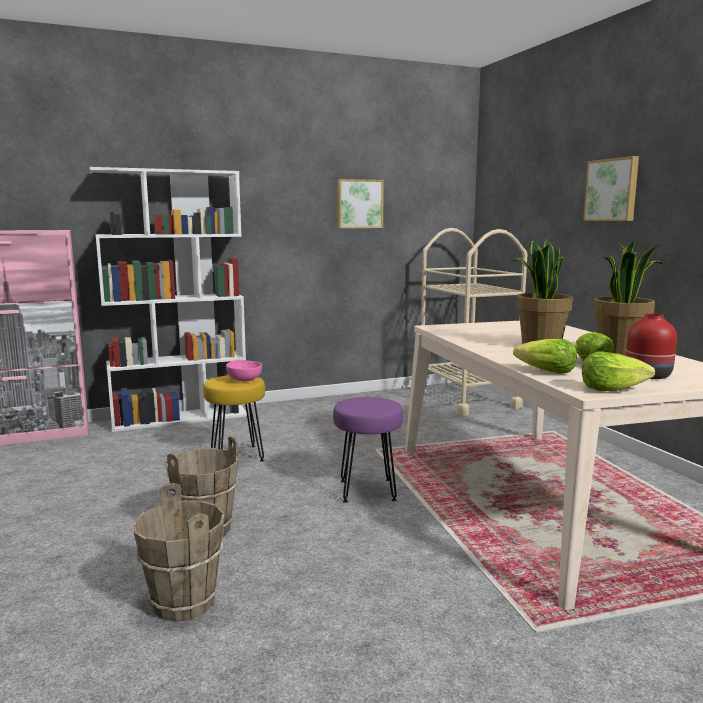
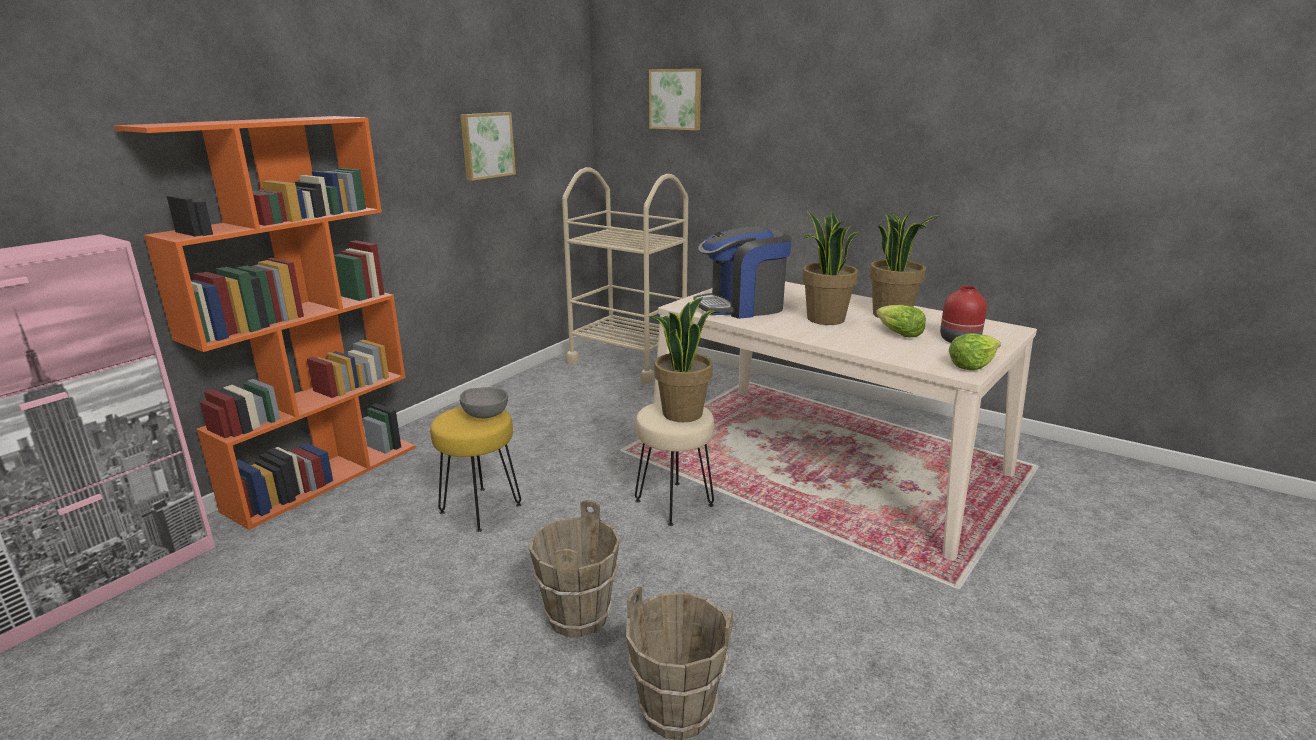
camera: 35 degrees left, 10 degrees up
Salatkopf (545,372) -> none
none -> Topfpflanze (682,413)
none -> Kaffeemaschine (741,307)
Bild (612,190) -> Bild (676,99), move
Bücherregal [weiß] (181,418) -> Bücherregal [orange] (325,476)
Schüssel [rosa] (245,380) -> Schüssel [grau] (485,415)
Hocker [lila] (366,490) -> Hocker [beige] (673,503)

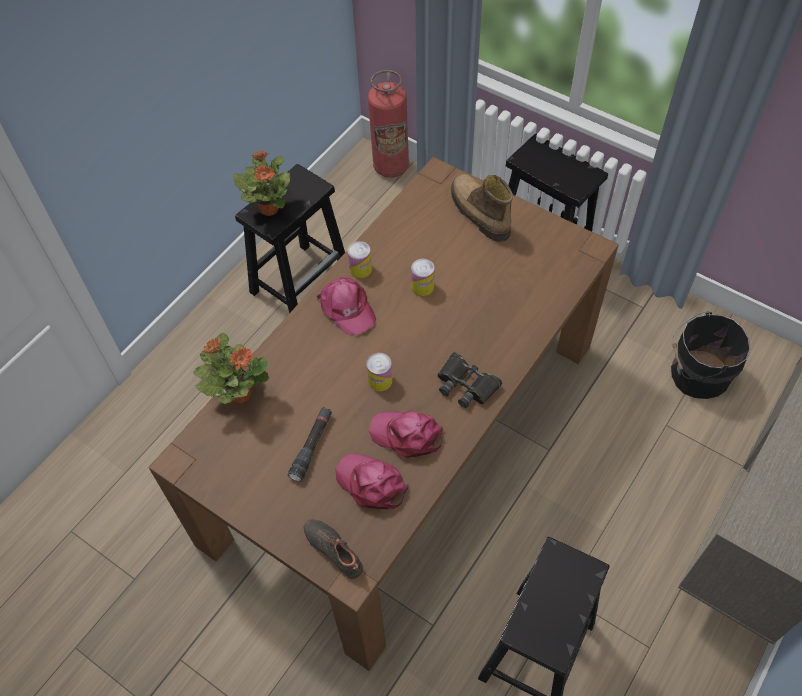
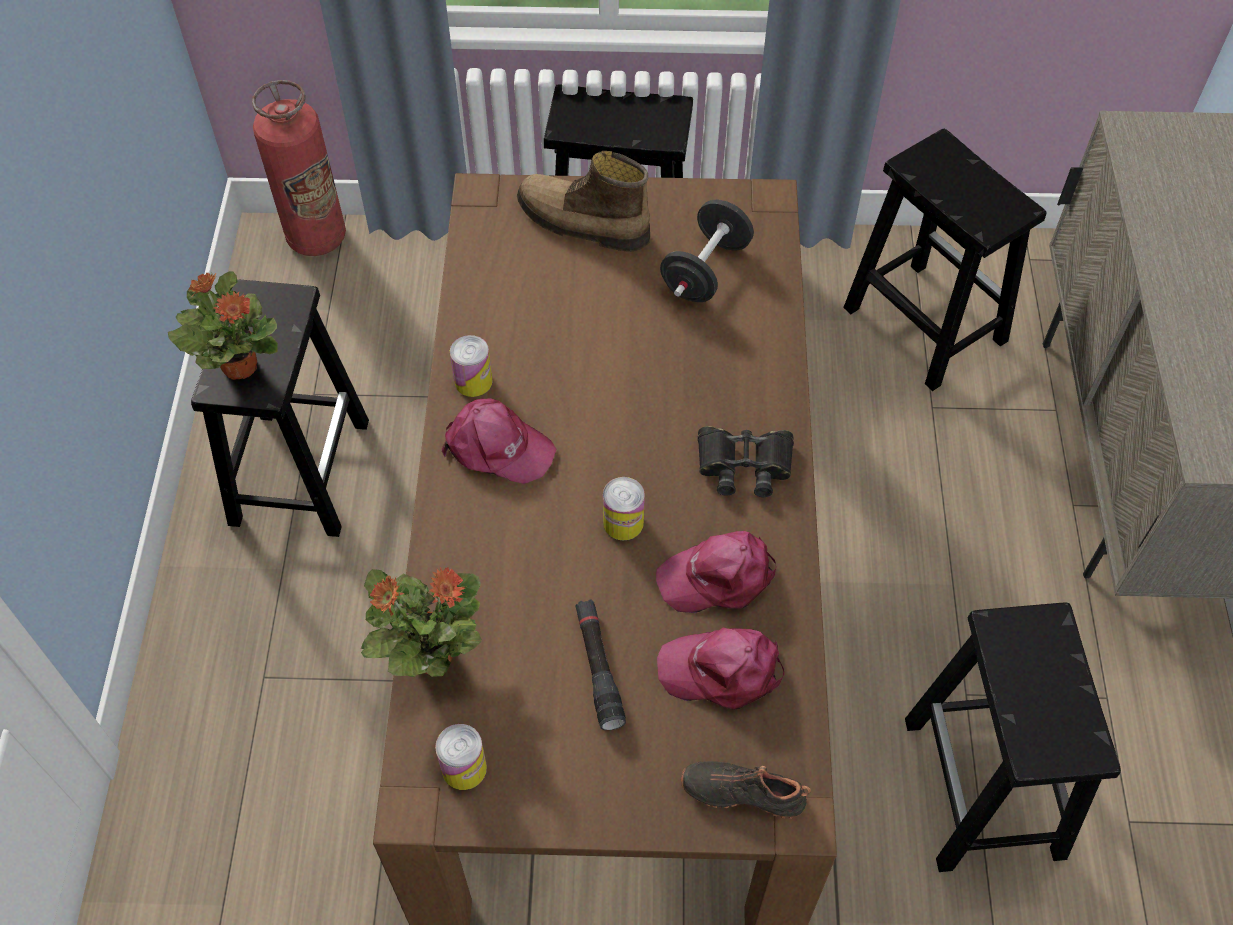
camera: 35 degrees left, 0 degrees up
none -> Hantel [schwarz] (705,271)
Dose (422,286) -> Dose (464,768), move
Eimer [schwarz] (696,374) -> Hocker [schwarz] (922,323)

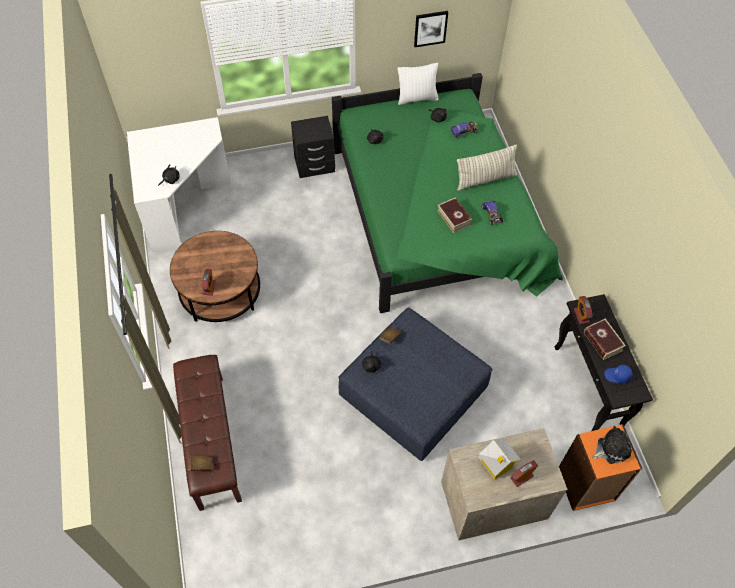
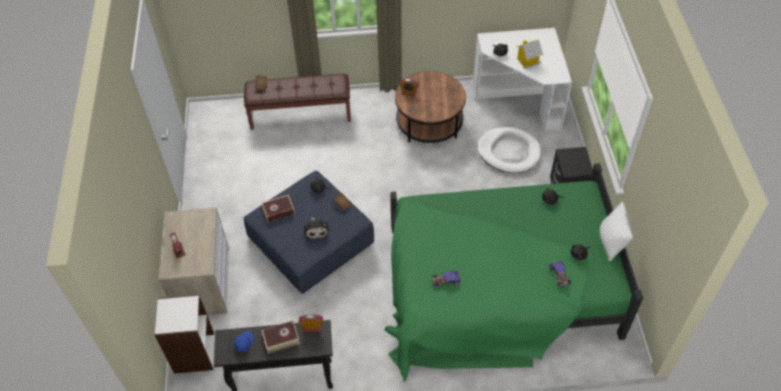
camera: 100 degrees right, 5 degrees down
Bild (430,28) -> none
Kissen (485,179) -> none
none -> Hundebett [weiß] (509,152)
Buch (454,218) -> Buch (278,211), move
Spielzeughaus (495,464) -> Spielzeughaus (528,61), move
Plüschtier (611,448) -> Plüschtier (316,230), move
Bücherregal [orange] (586,485) -> Bücherregal [weiß] (194,353)

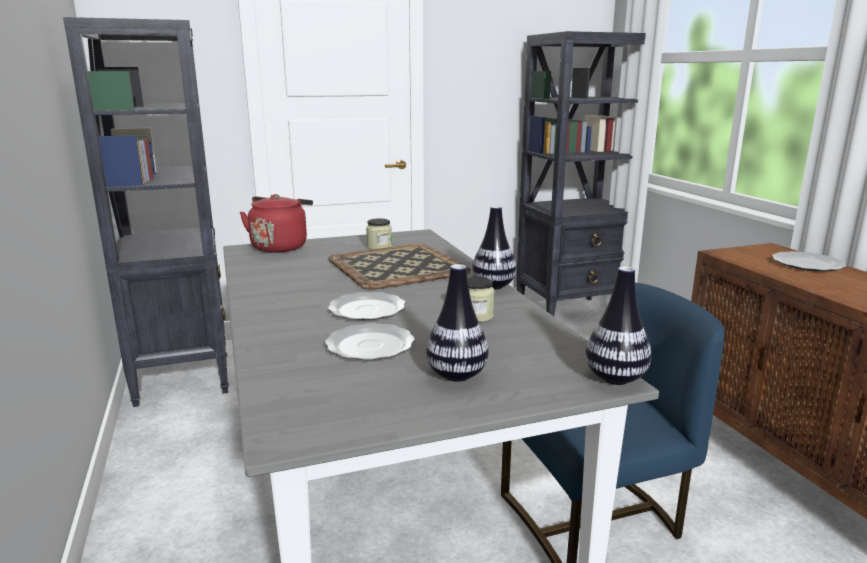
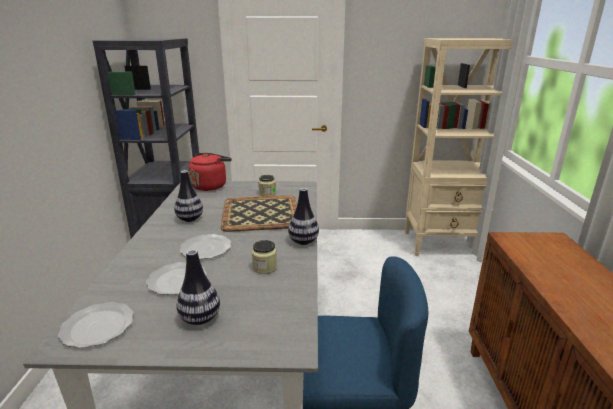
camera: 20 degrees right, 5 degrees up
Vase (615,378) -> Vase (190,219), move
Teller (806,264) -> Teller (97,327), move
Bücherregal [schwarz] (571,313) -> Bücherregal [beige] (442,244)

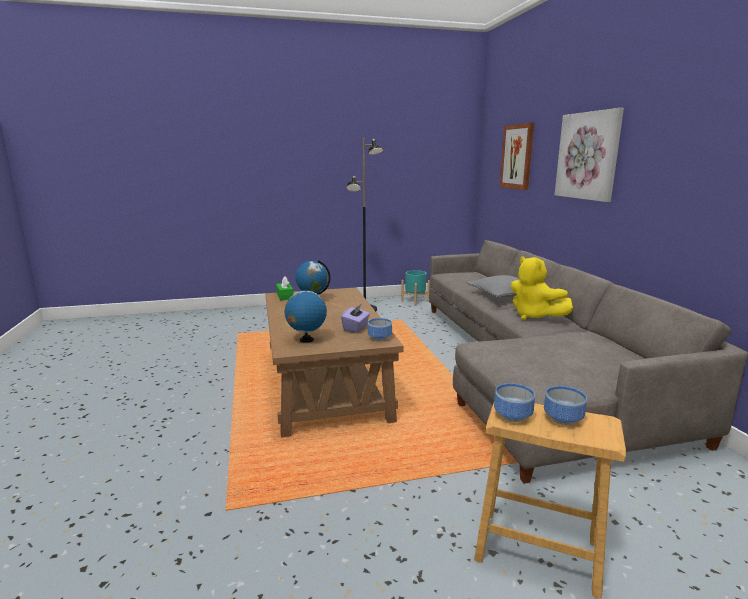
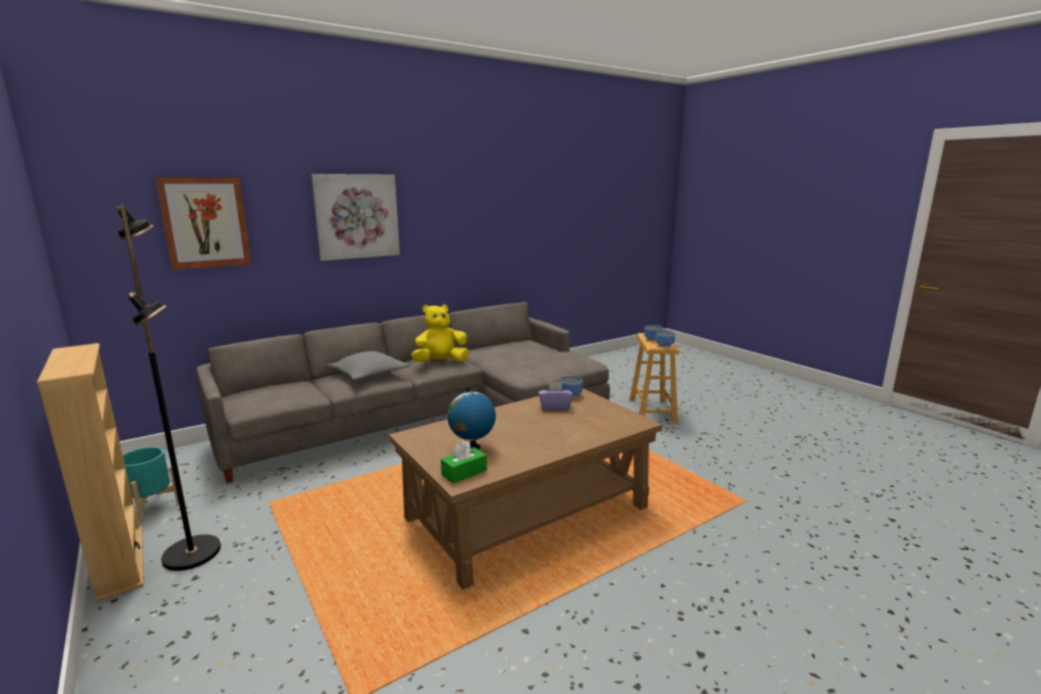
camera: 110 degrees left, 0 degrees up
Globus (306,340) -> none
none -> Bücherregal [beige] (120,562)
Plüschtier [gelb] (534,316) -> Plüschtier [gelb] (440,362), 150 degrees counterclockwise

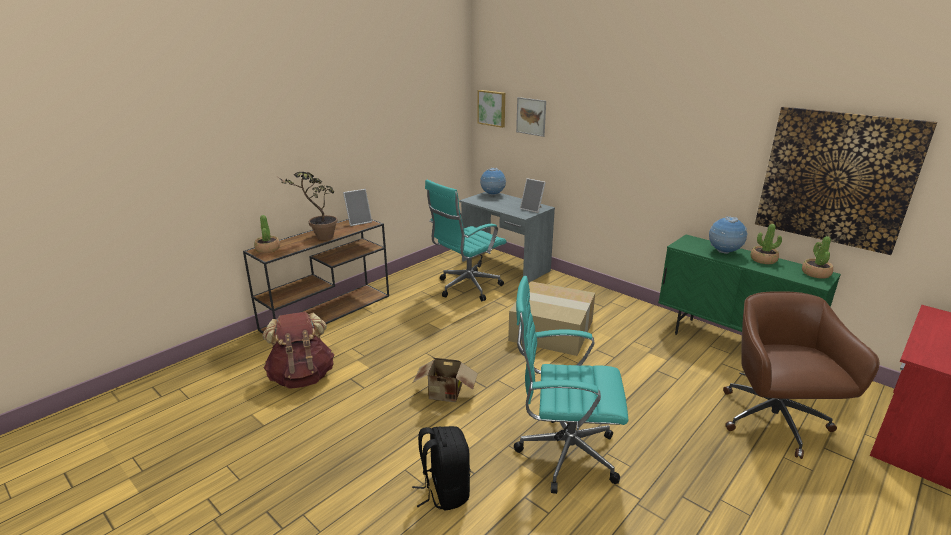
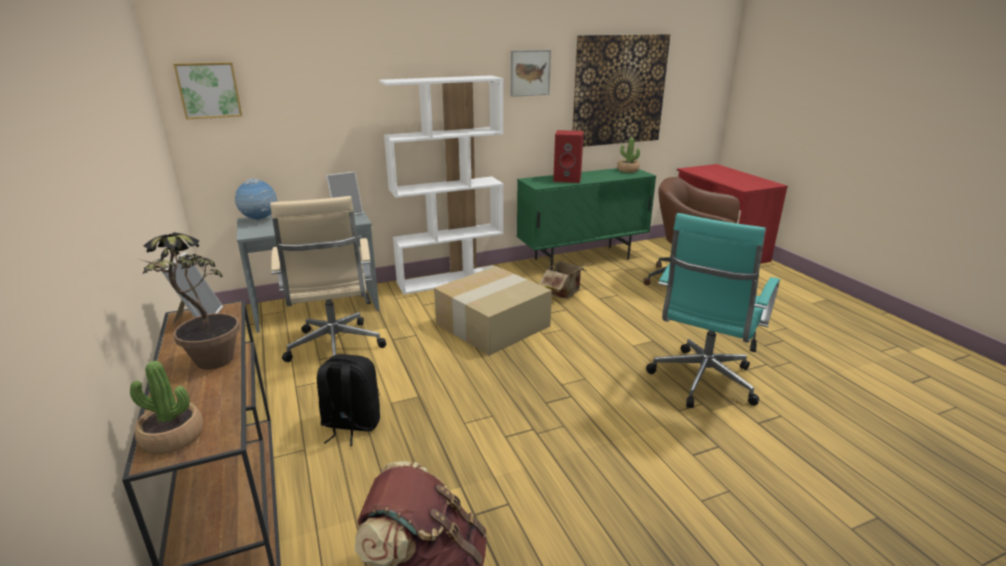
camera: 65 degrees left, 0 degrees up
Topfpflanze (763,260) -> none
none -> Bücherregal [weiß] (450,279)
Rucksack [schwarz] (444,491) -> Rucksack [schwarz] (350,425), move
Karton (445,395) -> Karton (565,292), move
Bild (531,116) -> Bild (530,73), move
Globus (724,252) -> Lautsprecher [rot] (568,179)
Bürostuhl [türkis] (466,288) -> Bürostuhl [beige] (335,349)

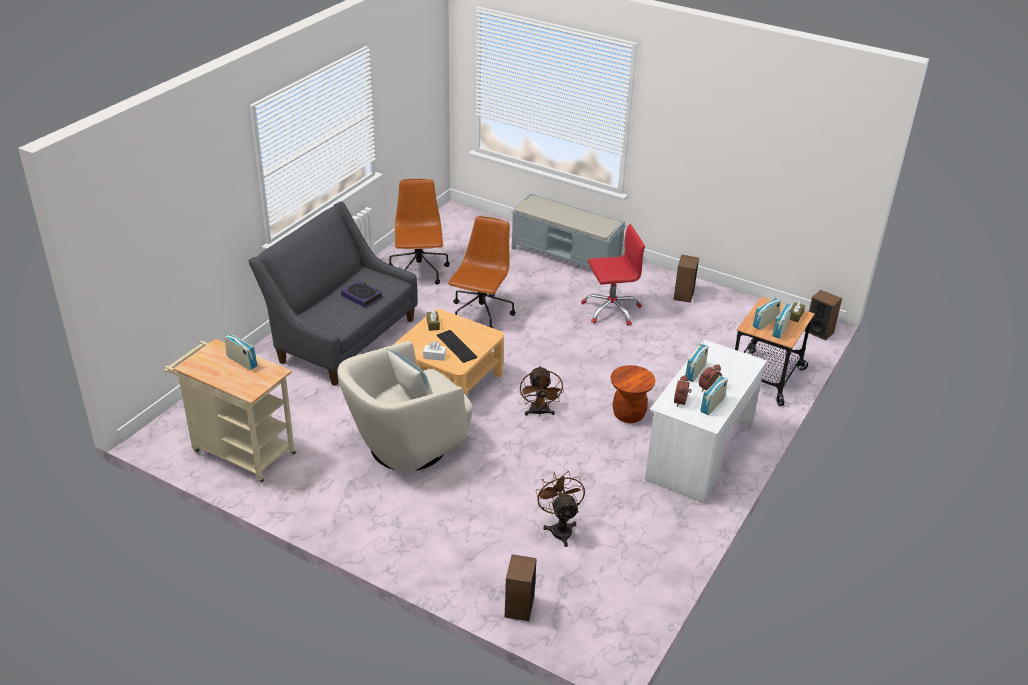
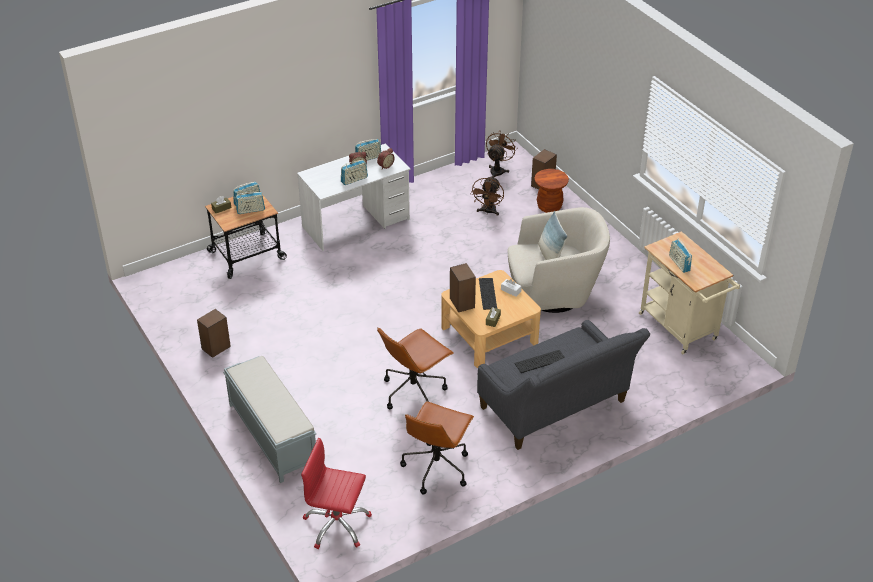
camera: 150 degrees left, 5 degrees up
Ventilator [braun] (539,413) -> Ventilator [braun] (498,170), move
Bürostuhl [rot] (611,310) -> Bürostuhl [rot] (337,525), move
Hocker [braun] (628,414) -> Hocker [braun] (549,206), move
Lautsprecher (819,331) -> Lautsprecher (462,303), move
Buch (361,296) -> Tastatur (540,362)

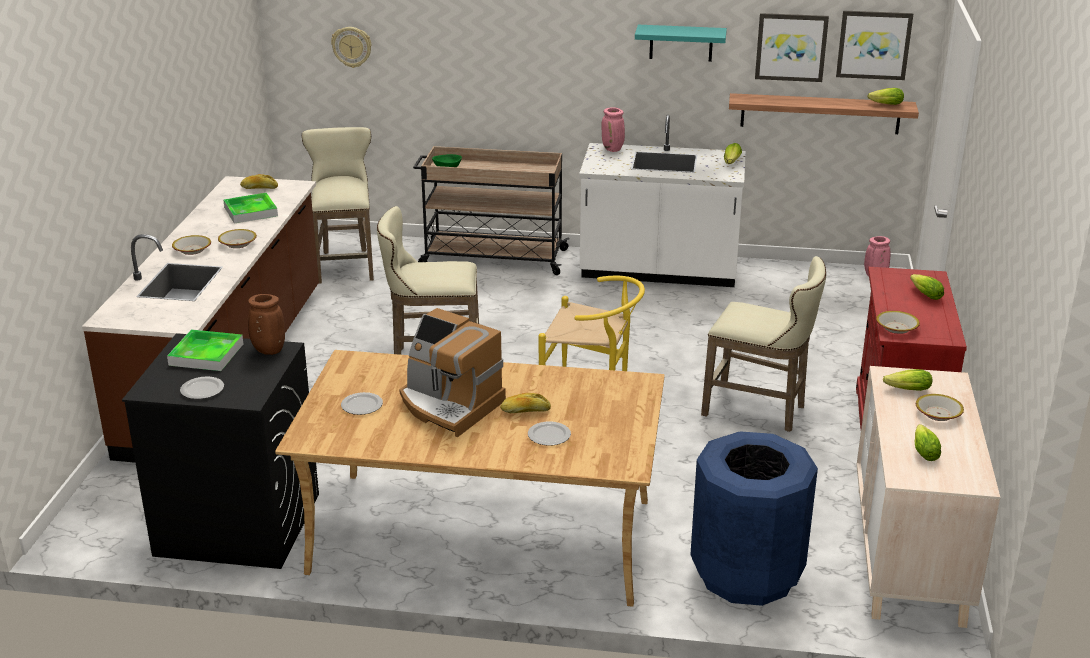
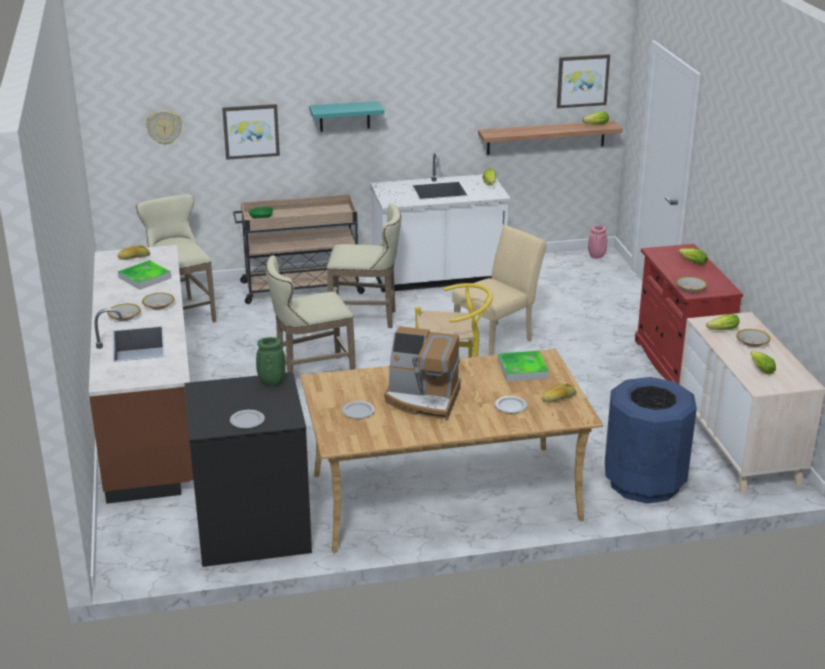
camera: 20 degrees left, 0 degrees up
Vase [rosa] (613,149) -> none
none -> Stuhl [beige] (497,339)
Tablett (206,354) -> Tablett (522,369), move
Brot (525,411) -> Brot (558,398), move
Wandregal [türkis] (681,43) -> Wandregal [türkis] (344,116), move
Hocker [beige] (759,411) -> Hocker [beige] (366,318), move
Bild (791,47) -> Bild (251,131), move
Vase [braun] (268,350) -> Vase [grün] (271,382)

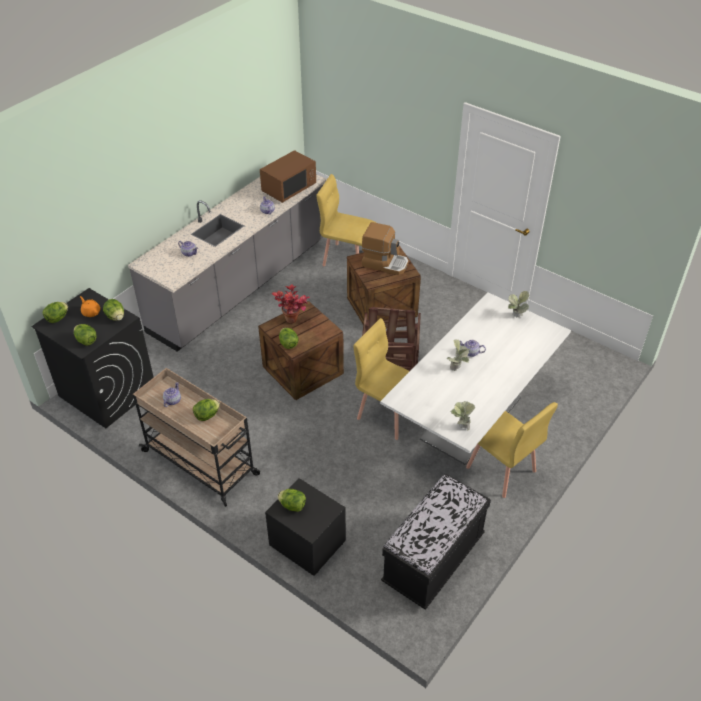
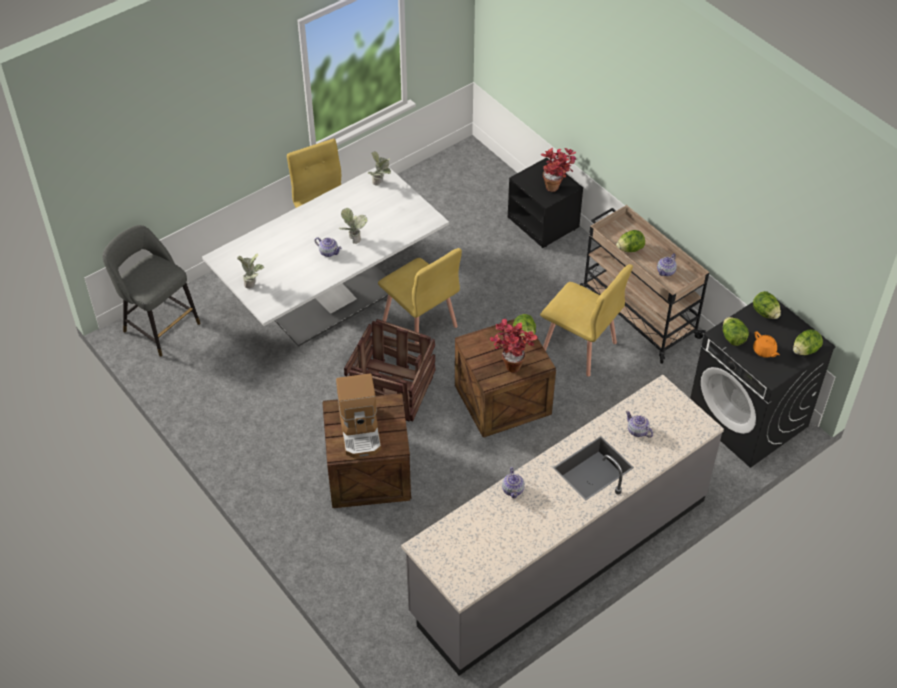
camera: 165 degrees left, 5 degrees up
Mikrowelle [braun] (289,188) -> none
Bank [schwarz] (433,559) -> none
none -> Hocker [grau] (158,325)
Stuhl [gelb] (347,258) -> Stuhl [gelb] (579,348), move
Salatkopf (292,506) -> Topfpflanze (557,187)
Kaffeemaschine (385,263) -> Kaffeemaschine (361,431), 135 degrees counterclockwise

